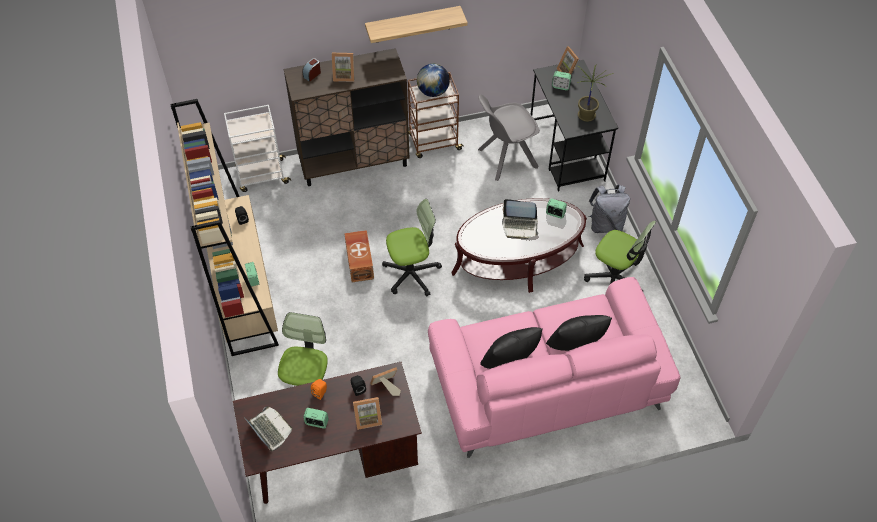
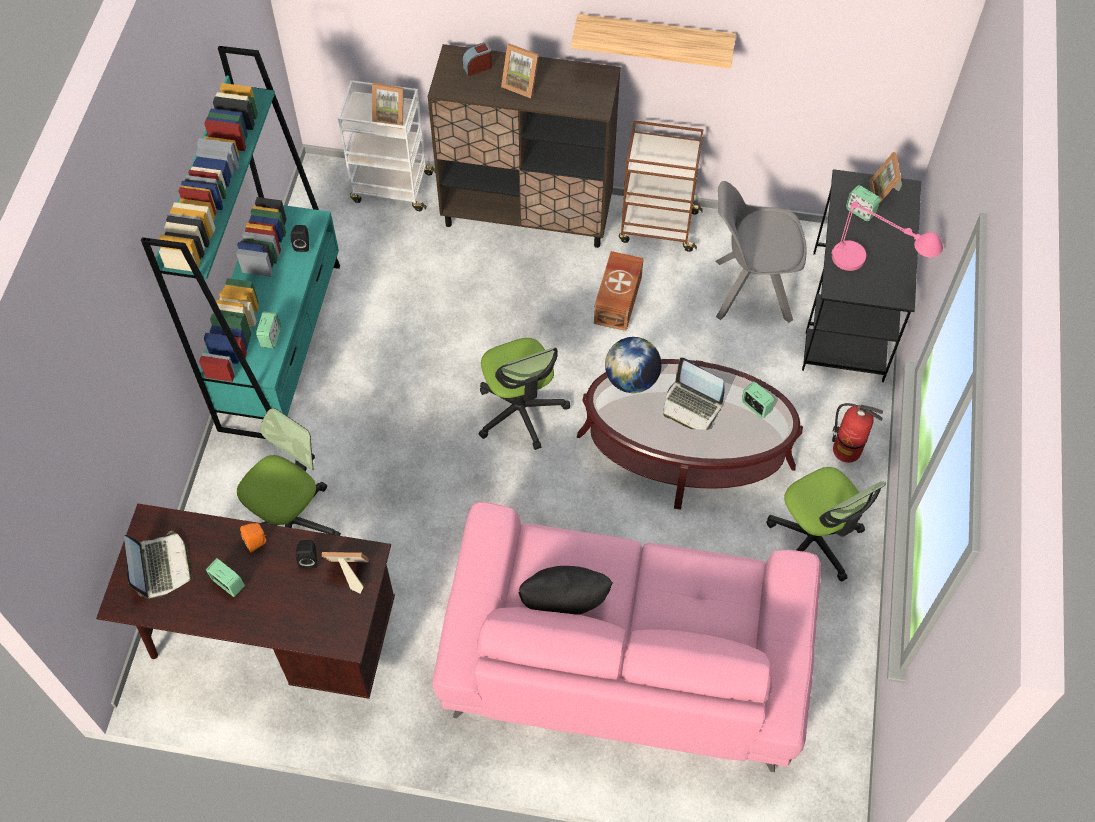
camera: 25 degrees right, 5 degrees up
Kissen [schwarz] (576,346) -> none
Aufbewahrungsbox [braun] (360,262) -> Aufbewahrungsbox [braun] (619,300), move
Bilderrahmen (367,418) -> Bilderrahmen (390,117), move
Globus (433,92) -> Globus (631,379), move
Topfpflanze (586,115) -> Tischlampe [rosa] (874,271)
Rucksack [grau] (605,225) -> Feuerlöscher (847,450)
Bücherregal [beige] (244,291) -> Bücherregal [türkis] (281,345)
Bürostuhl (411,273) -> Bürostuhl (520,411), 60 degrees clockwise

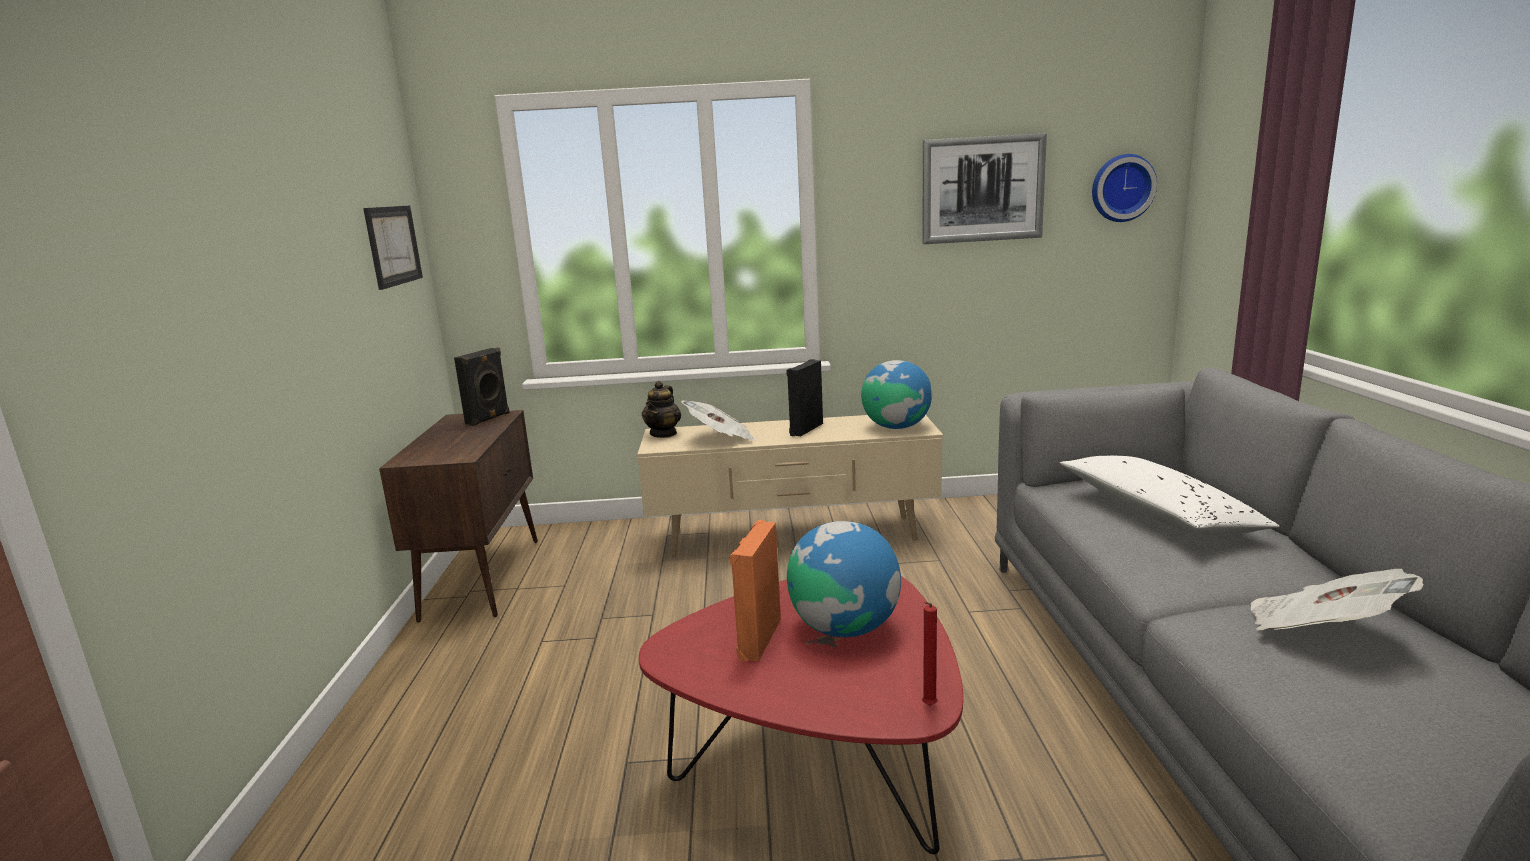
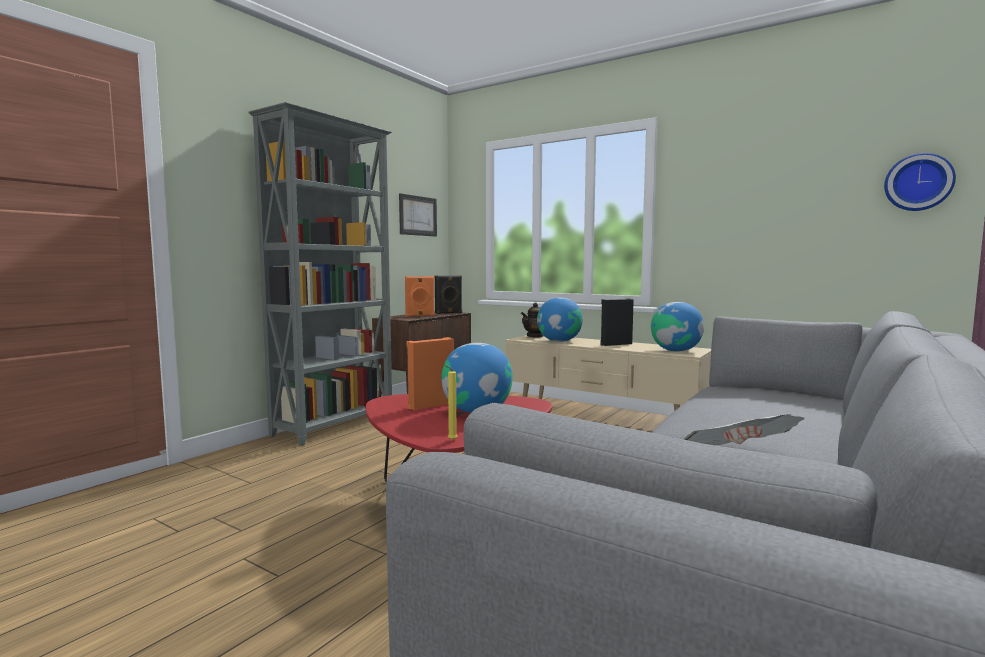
camera: 35 degrees right, 10 degrees down
Bild (982,189) -> none
Kissen [weiß] (1158,514) -> none
none -> Bücherregal [grau] (336,425)
none -> Lautsprecher [orange] (420,316)
Zeitung (721,439) -> Globus (559,341)
Kerze [rot] (928,707) -> Kerze [gelb] (450,440)

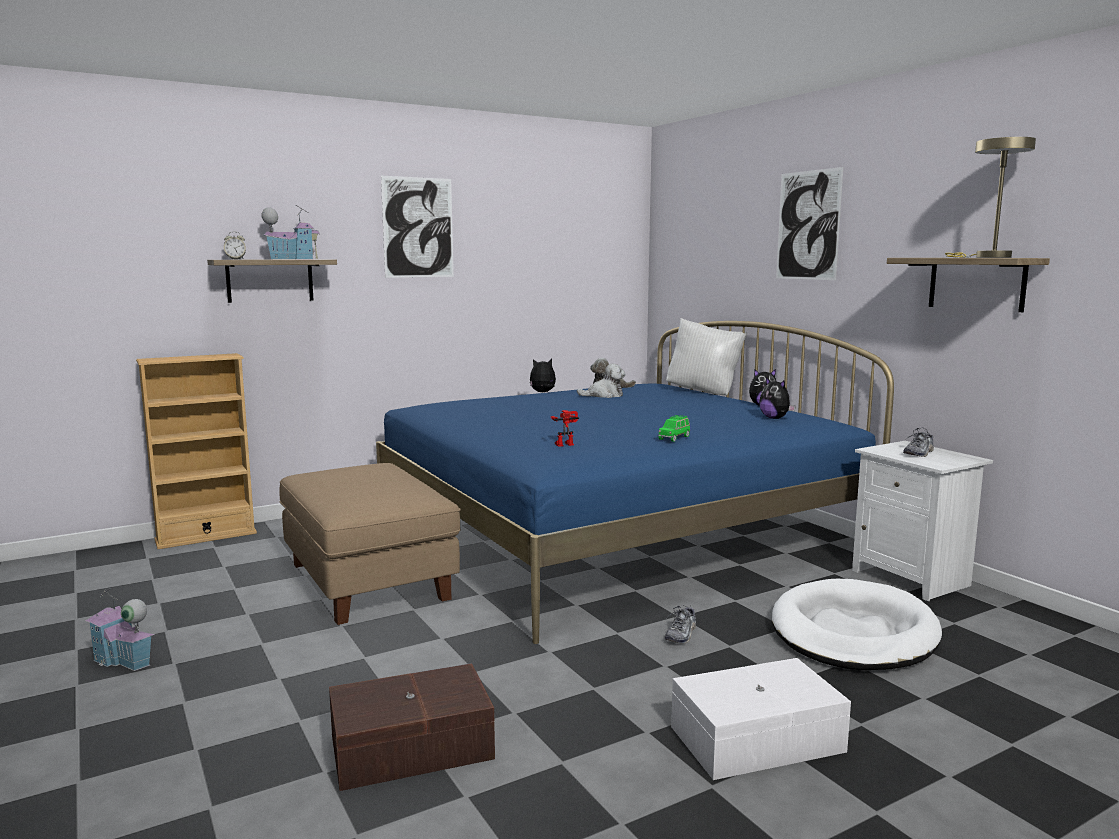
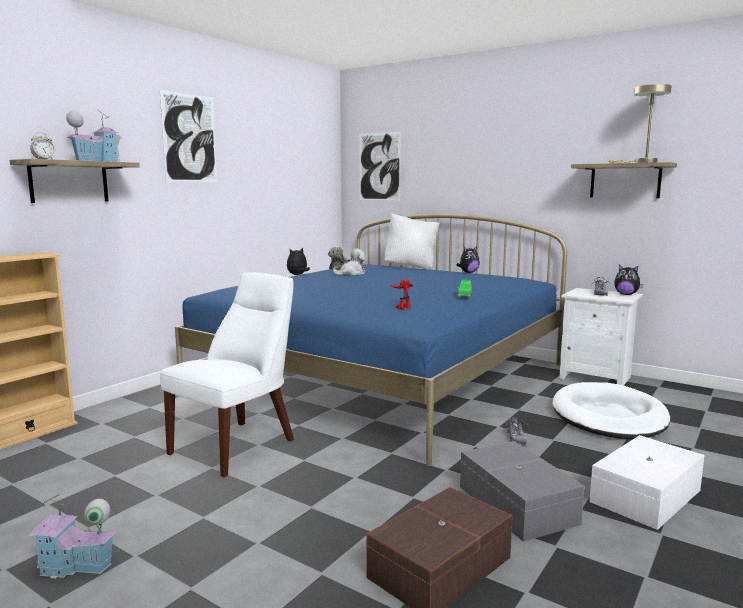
camera: 25 degrees left, 0 degrees up
none -> Aufbewahrungsbox [grau] (516,505)
Plüschtier (775,418) -> Plüschtier (626,294), move
Bild (808,225) -> Bild (379,166), move
Polsterhocker [beige] (369,581) -> Stuhl [weiß] (237,445)

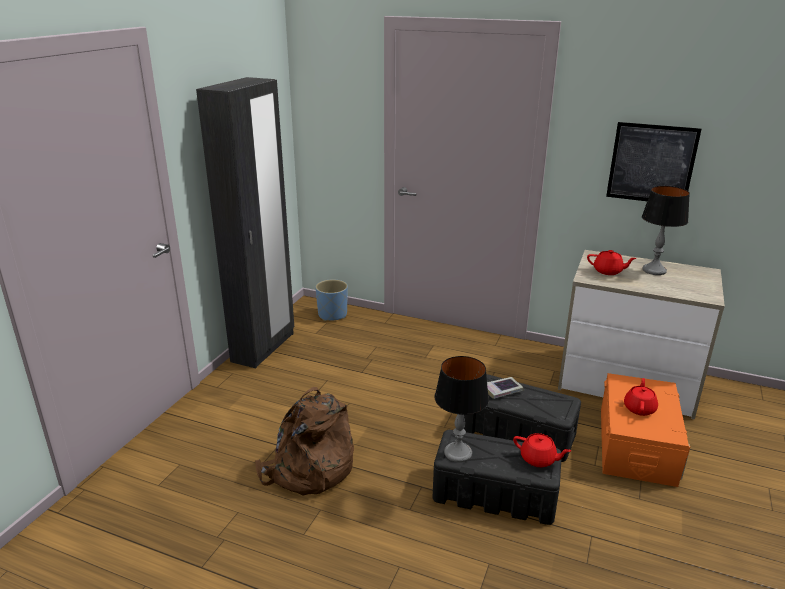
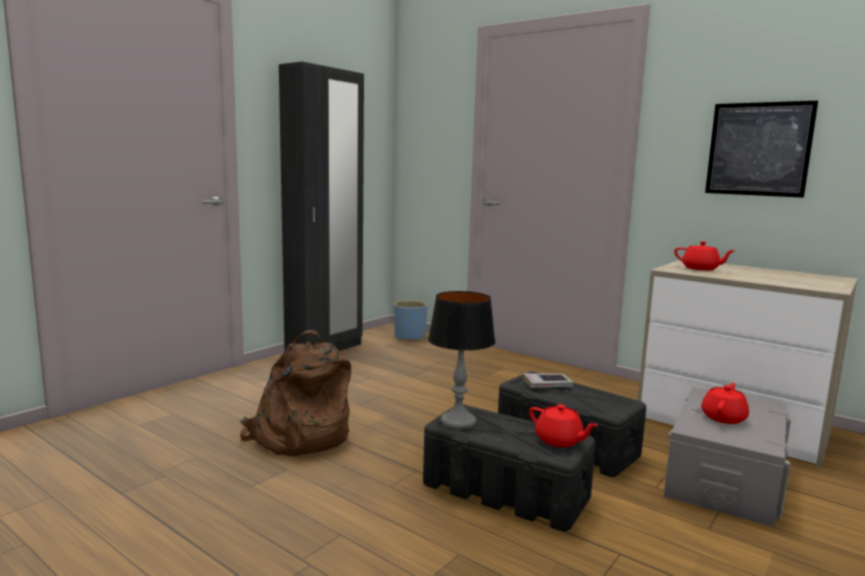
camera: 15 degrees right, 15 degrees down
Tischlampe (654,270) -> none
Aufbewahrungsbox [orange] (636,445) -> Aufbewahrungsbox [grau] (724,478)

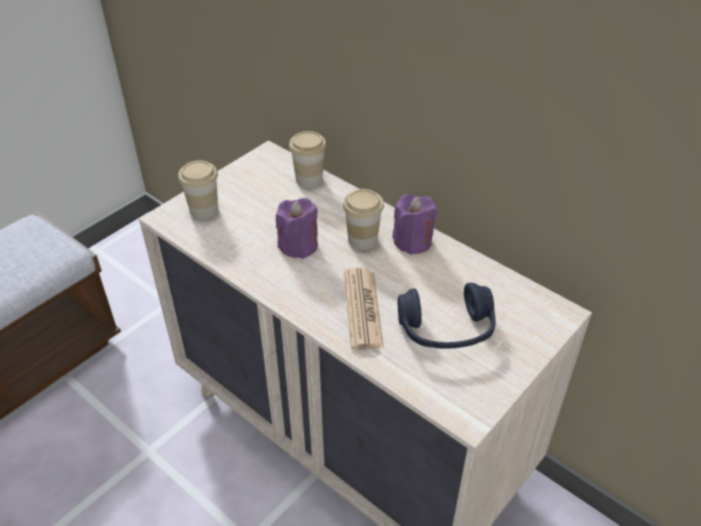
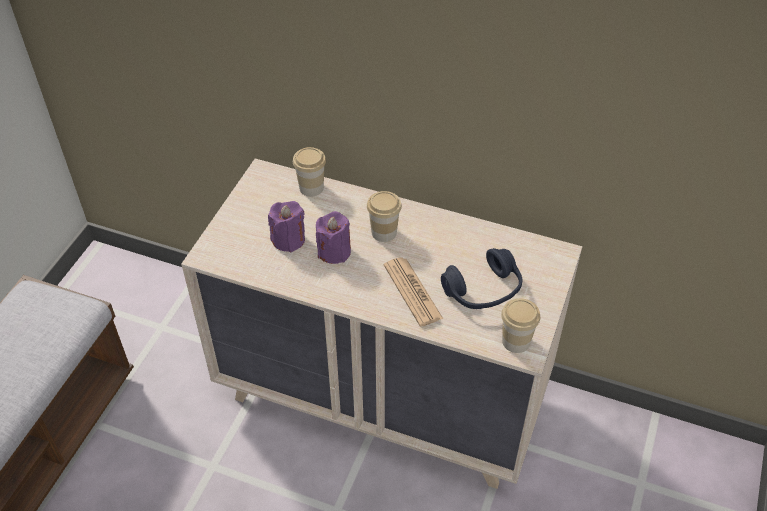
camera: 20 degrees left, 5 degrees up
Tasse (204,210) -> Tasse (516,341), move
Kerze [lila] (412,241) -> Kerze [lila] (288,240), move

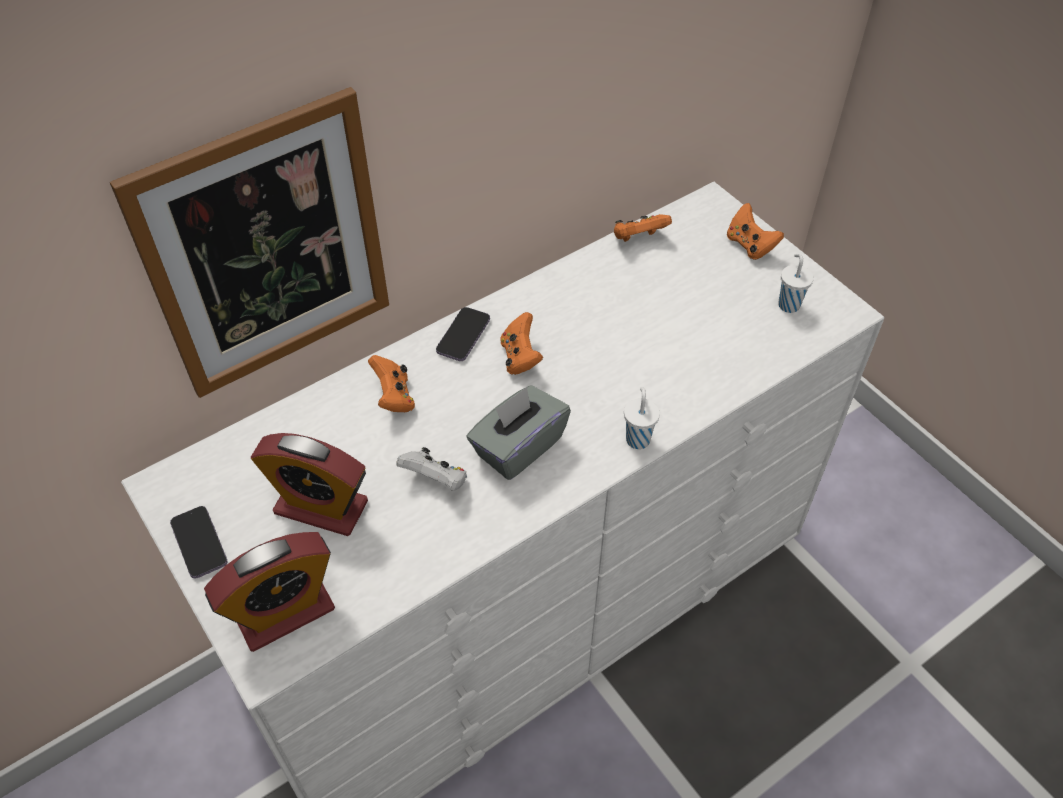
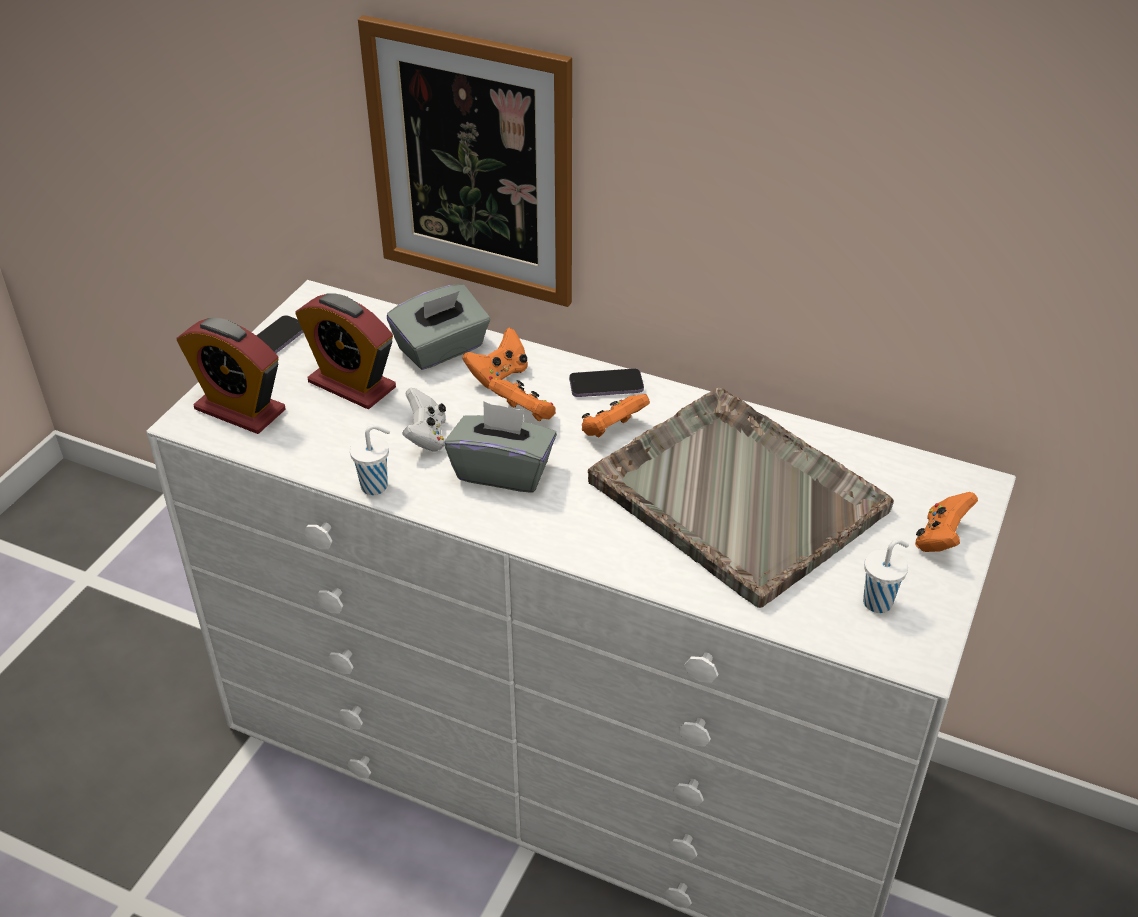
camera: 60 degrees right, 10 degrees down
none -> Taschentuchbox [grau] (441,349)
none -> Tablett [grau] (735,495)
Gamepad [orange] (638,238) -> Gamepad [orange] (525,414), move
Tasse [weiß] (638,438) -> Tasse [weiß] (376,486), move
Wecker (321,507) -> Wecker (352,385), 45 degrees counterclockwise

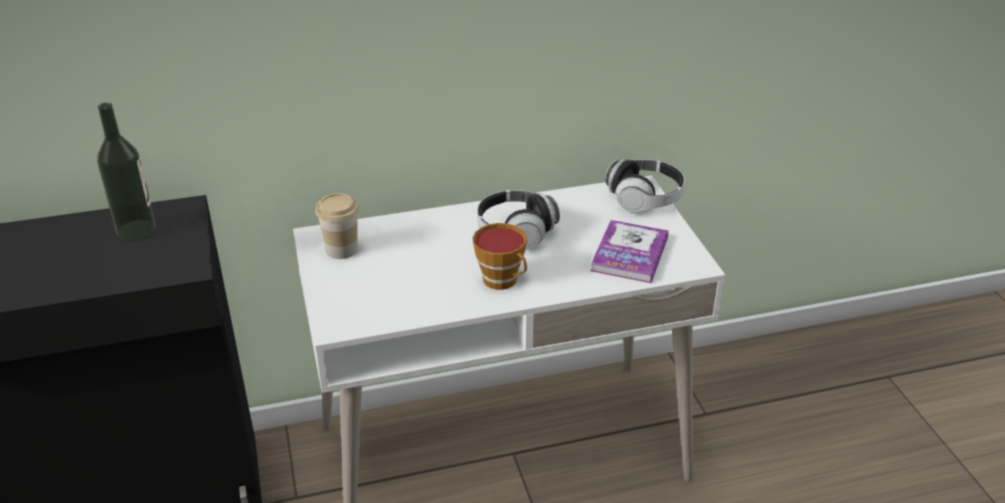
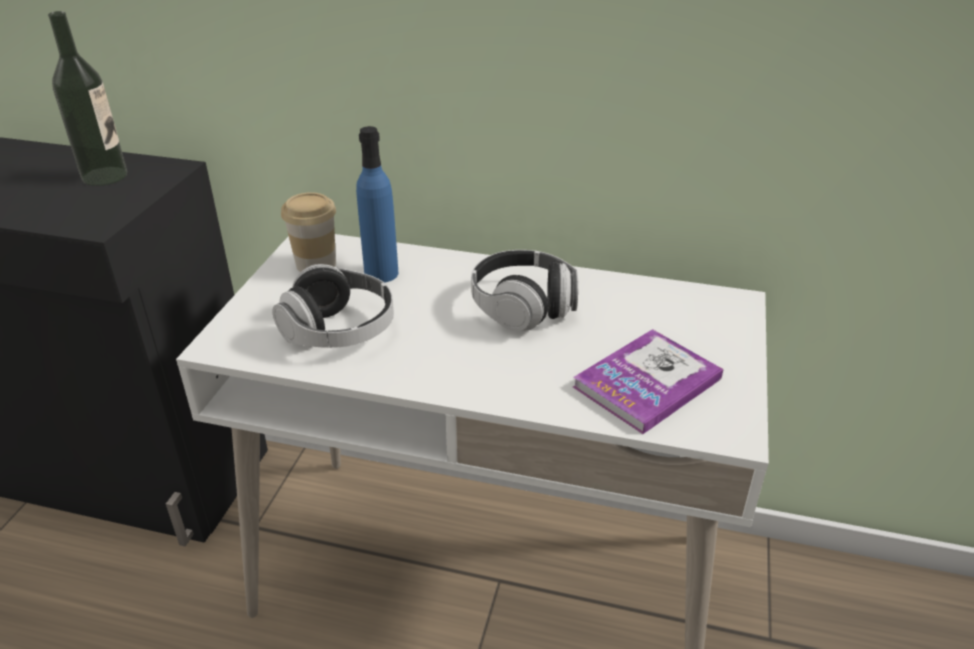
camera: 30 degrees right, 0 degrees up
Tasse (503,281) -> none
none -> Flasche [blau] (381,273)
Kopfhörer (644,199) -> Kopfhörer (339,331), move

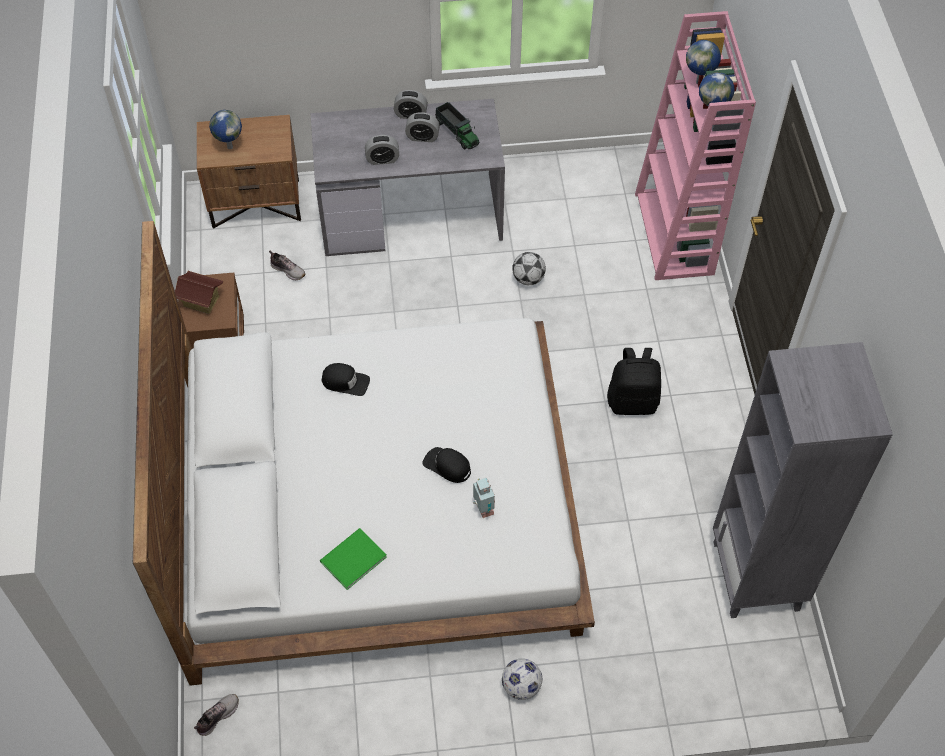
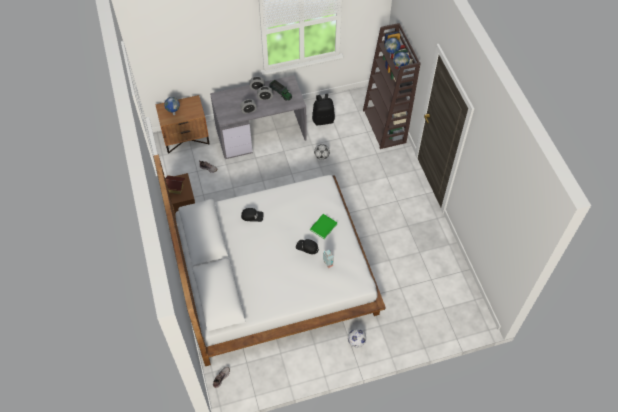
camera: 10 degrees left, 0 degrees up
Bücherregal [grau] (757,576) -> none
Buch [grün] (351,559) -> Buch [grün] (322,227), move
Rucksack [schwarz] (633,401) -> Rucksack [schwarz] (323,119), move
Bücherregal [rosa] (675,234) -> Bücherregal [braun] (385,126)

